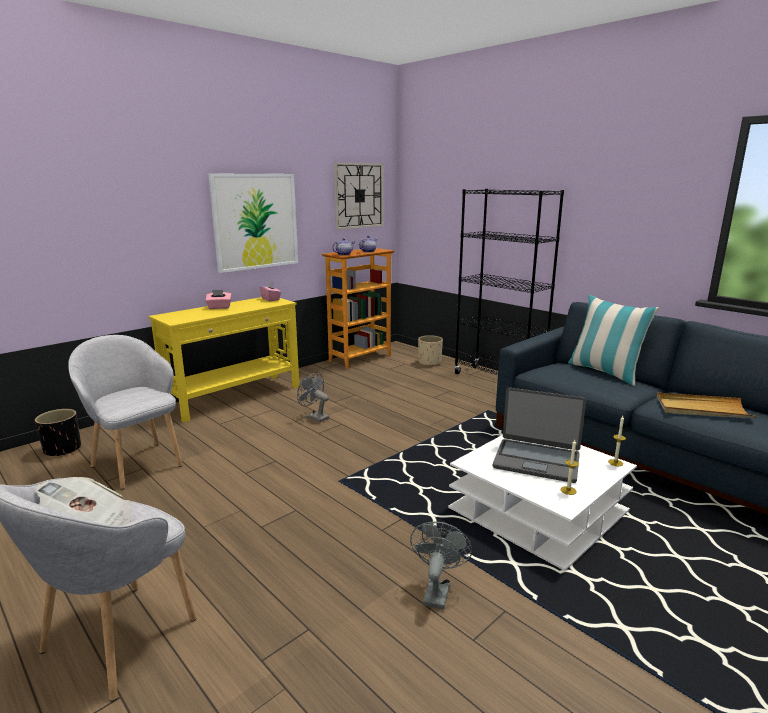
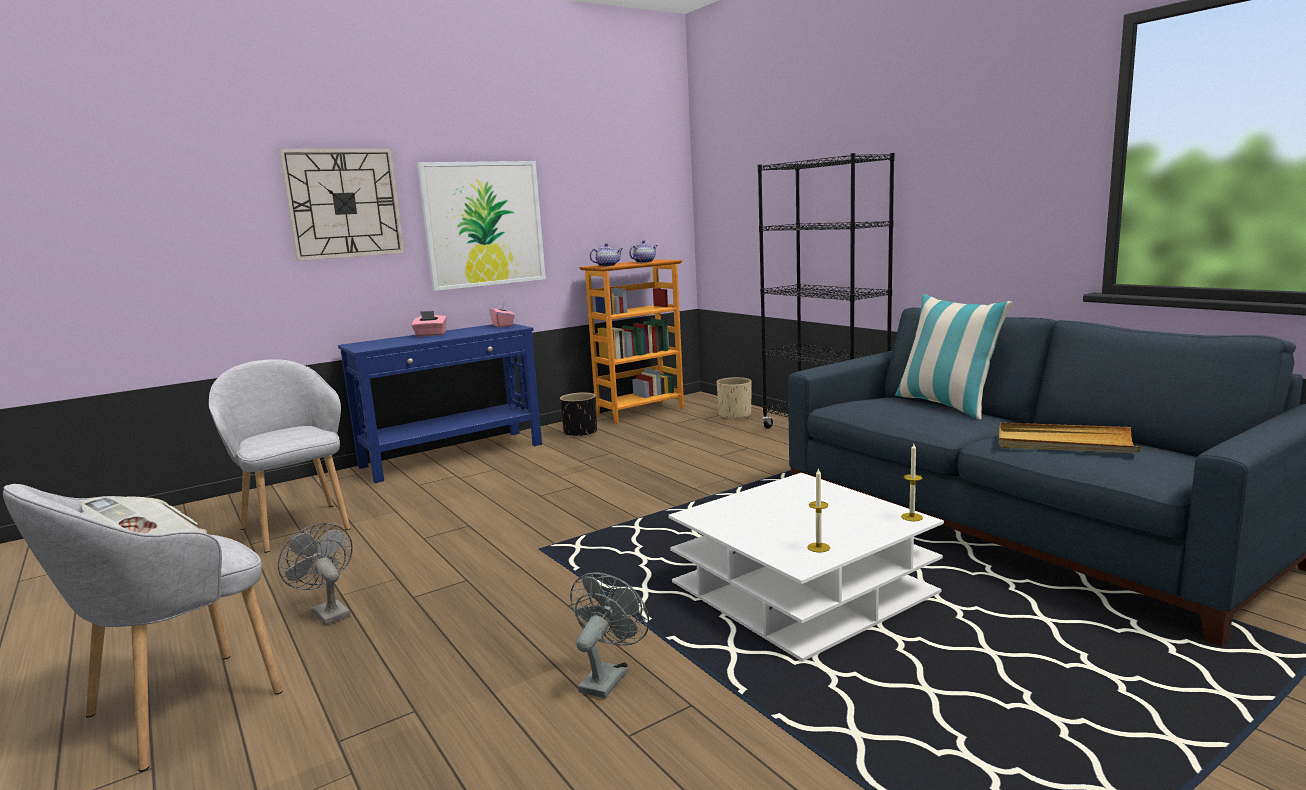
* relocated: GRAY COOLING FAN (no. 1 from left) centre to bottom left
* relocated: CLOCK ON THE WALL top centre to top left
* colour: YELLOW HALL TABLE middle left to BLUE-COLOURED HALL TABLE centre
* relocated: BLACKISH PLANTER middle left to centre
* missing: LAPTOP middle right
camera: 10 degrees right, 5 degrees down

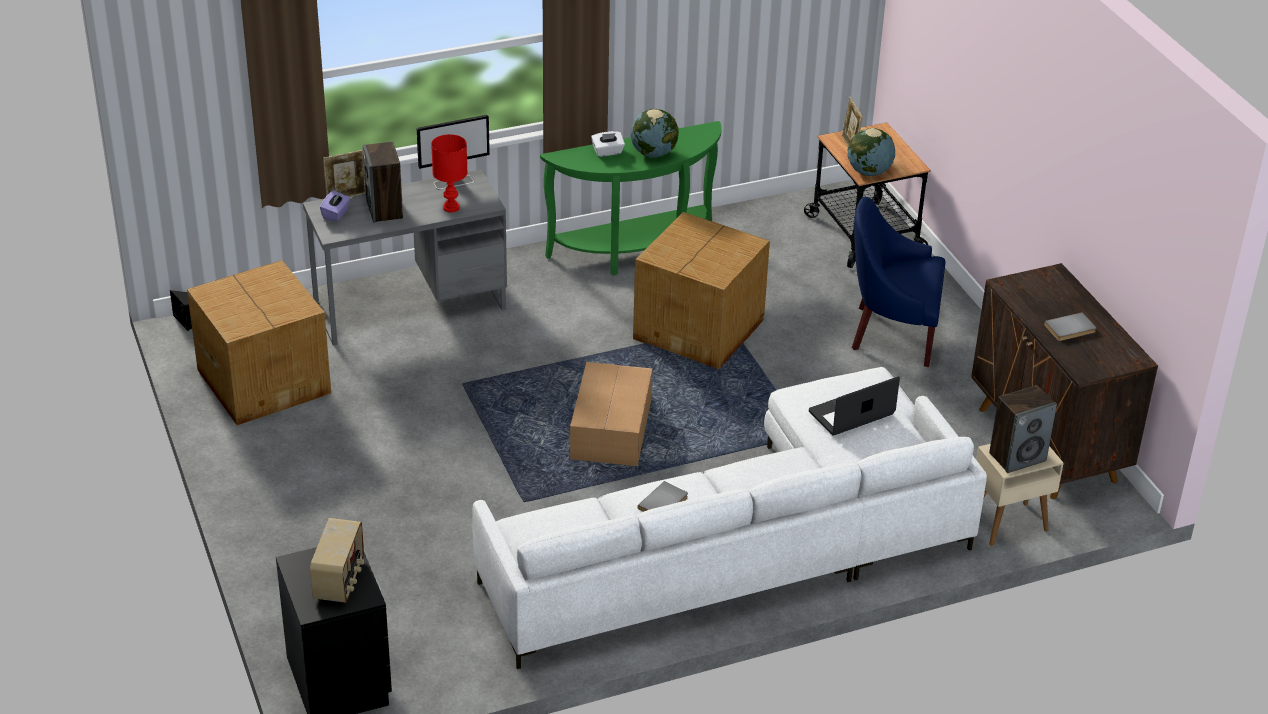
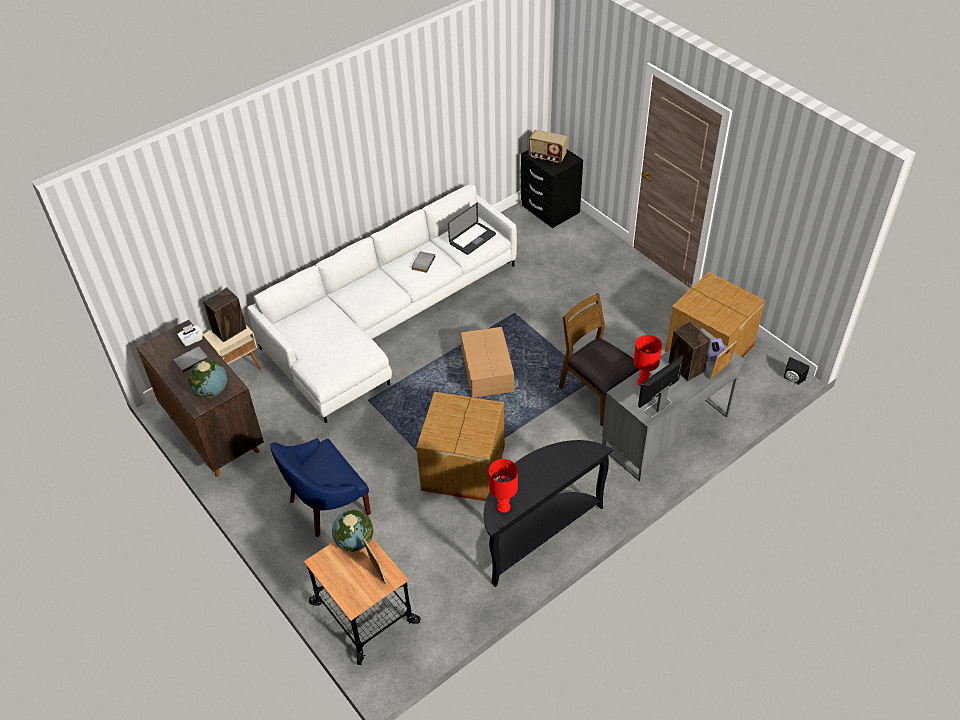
* relocated: WHITISH TISSUE HOLDER top centre to middle left
* relocated: DESK GLOBE (no. 1 from left) top centre to middle left
* spun: BLUE-COLOURED ARMCHAIR middle right = bottom centre 150 degrees clockwise
* relocated: LAPTOP middle right to top centre
* colour: GREENISH HALL TABLE top centre to BLACKISH HALL TABLE bottom centre
* appeared: RED LAMP FOR A TABLE (no. 1 from left) bottom centre
* spun: RADIO bottom left = top centre 60 degrees counterclockwise
* appeared: BROWN UPRIGHT CHAIR centre
camera: 165 degrees right, 10 degrees up

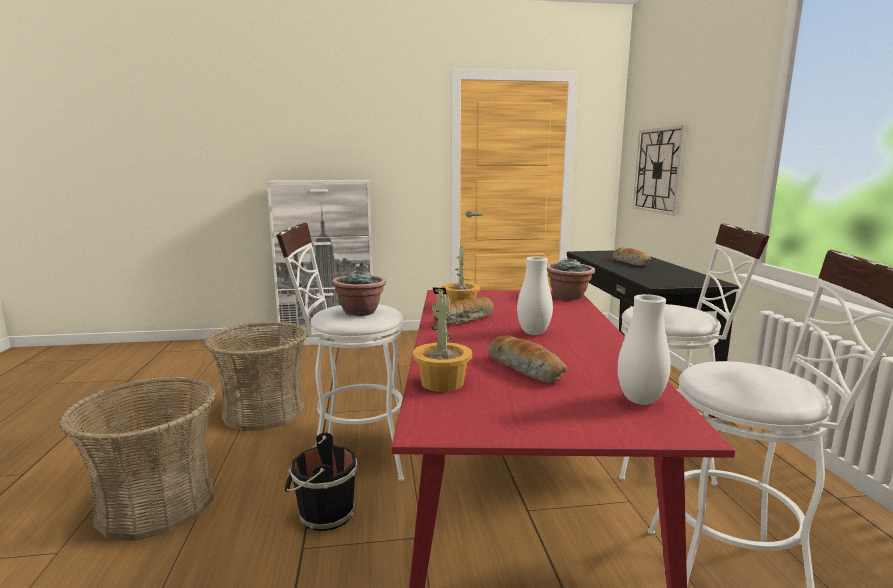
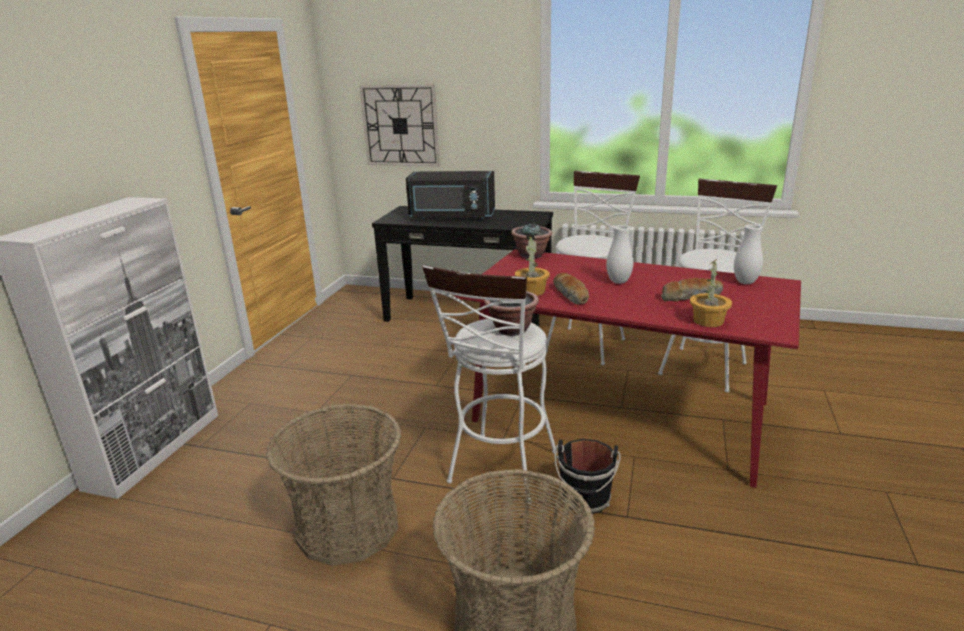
* exchanged: BAKERY BREAD (no. 3 from left) middle right to BLACKISH KITCHEN MICROWAVE top centre
camera: 65 degrees left, 10 degrees up

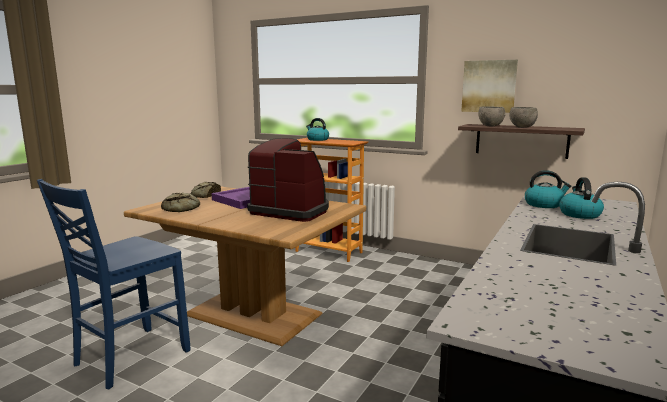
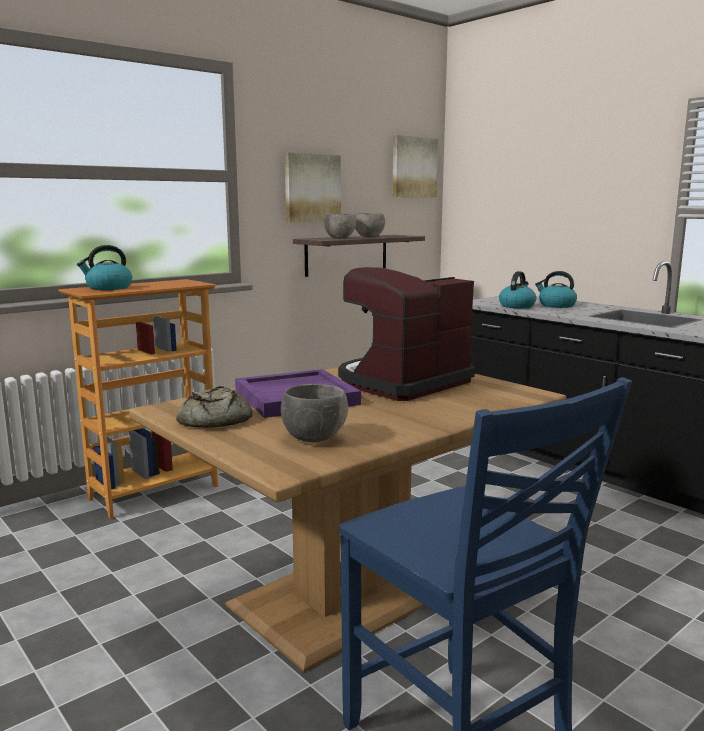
* exchanged: BAKERY BREAD (no. 1 from left) middle left to GRAY BOWL (no. 1 from left) centre
* appeared: WALL ART (no. 2 from left) top centre
camera: 70 degrees left, 0 degrees up

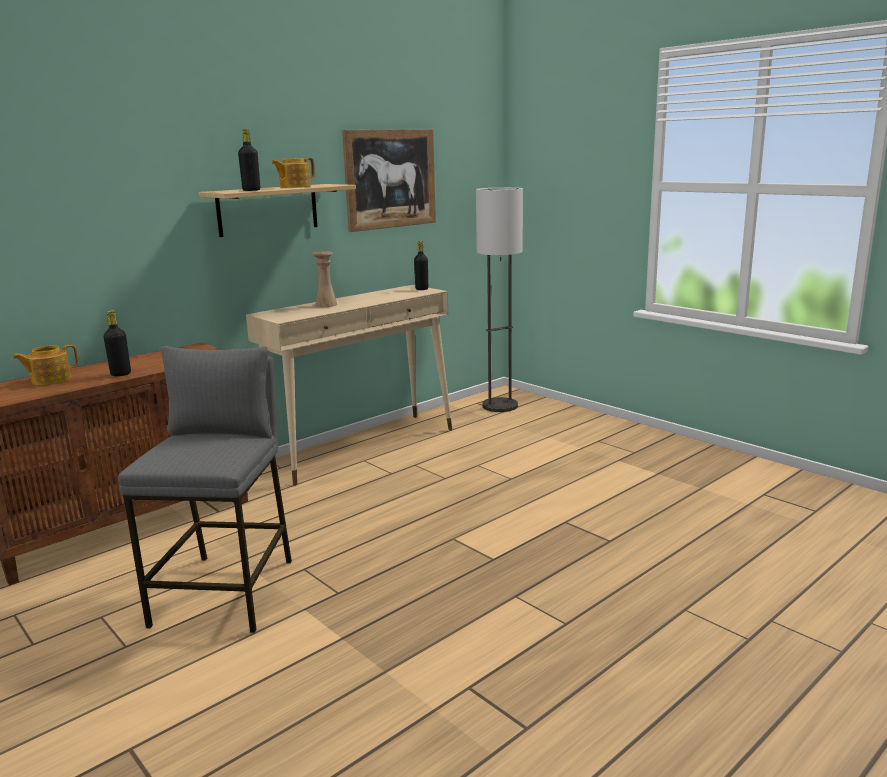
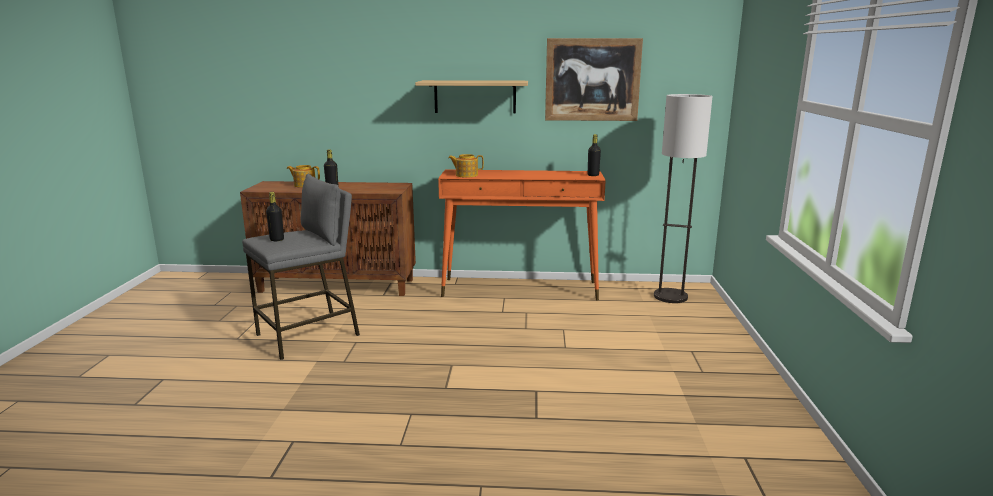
* relocated: BLACKISH BOTTLE (no. 2 from left in the first image) top left to BLACKISH BOTTLE (no. 1 from left) middle left
* colour: SAND-COLOURED HALL TABLE centre to ORANGEY HALL TABLE centre
* relocated: TEA POT (no. 2 from left) top left to centre
* missing: SAND-COLOURED VASE centre
camera: 45 degrees right, 0 degrees up

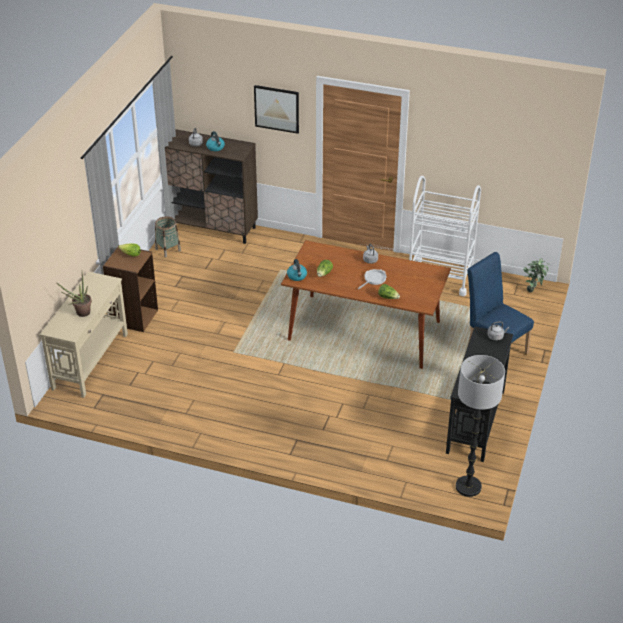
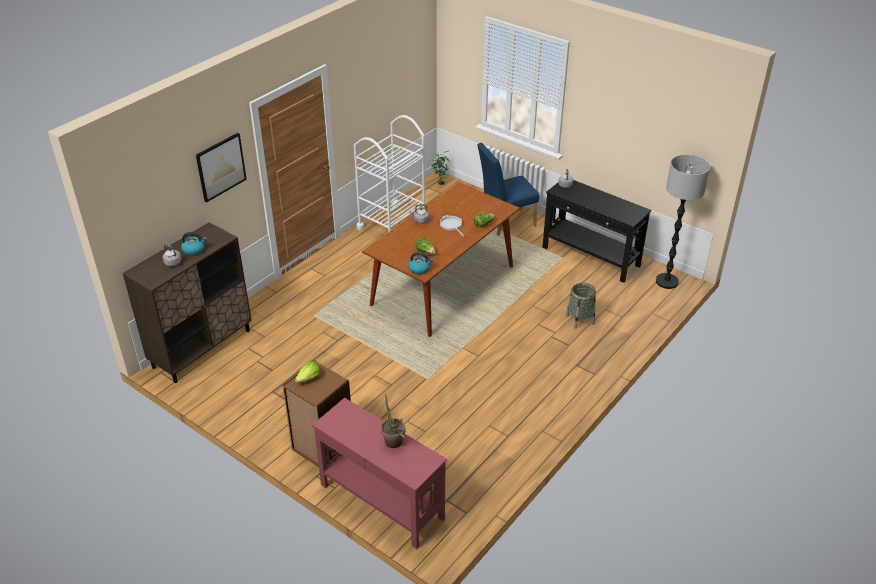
* colour: SAND-COLOURED HALL TABLE middle left to RED HALL TABLE bottom centre
* relocated: HOUSEHOLD BASKET middle left to centre
camera: 70 degrees left, 0 degrees up

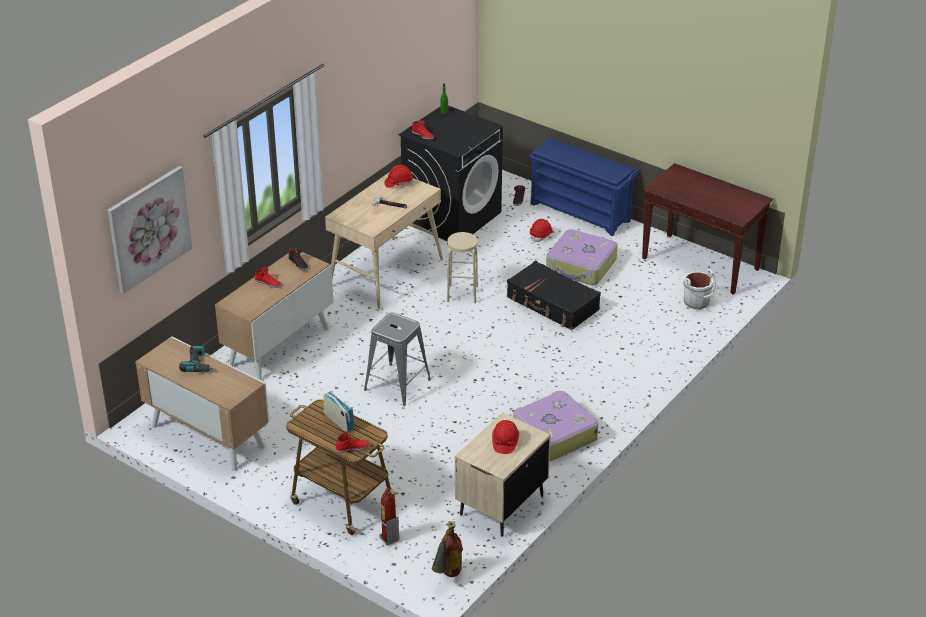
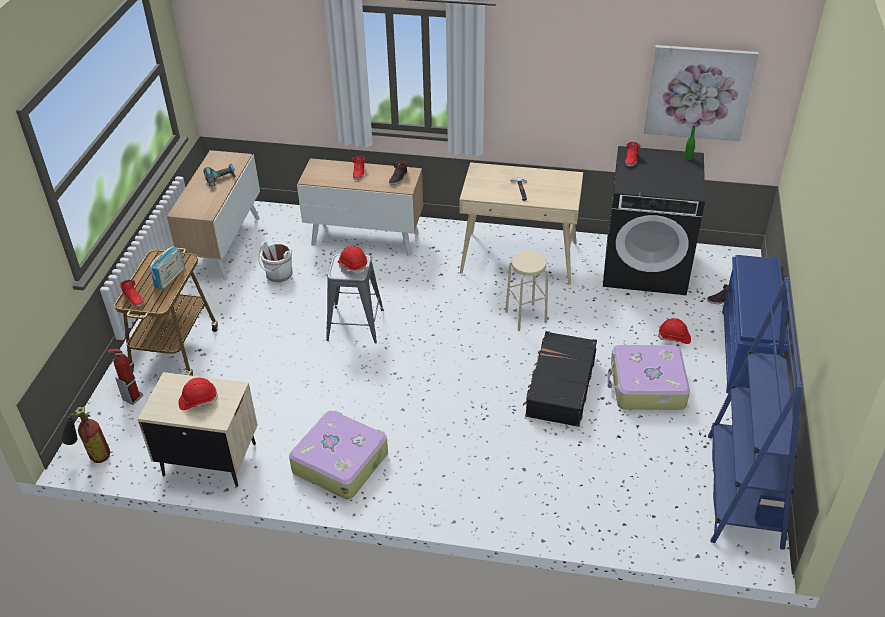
* relocated: WHITISH PAIL middle right to middle left
* relocated: RED WORK HELMET (no. 1 from left in the first image) top centre to RED WORK HELMET (no. 2 from left) centre
* relocated: WALL ART middle left to top right
* exchanged: BROWN HALL TABLE middle right to BLUE-COLOURED BOOKCASE bottom right
camera: 65 degrees right, 5 degrees up

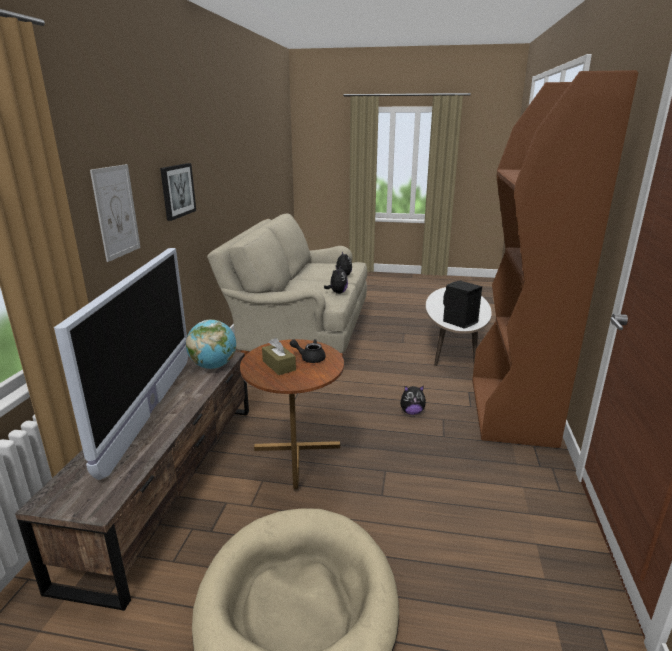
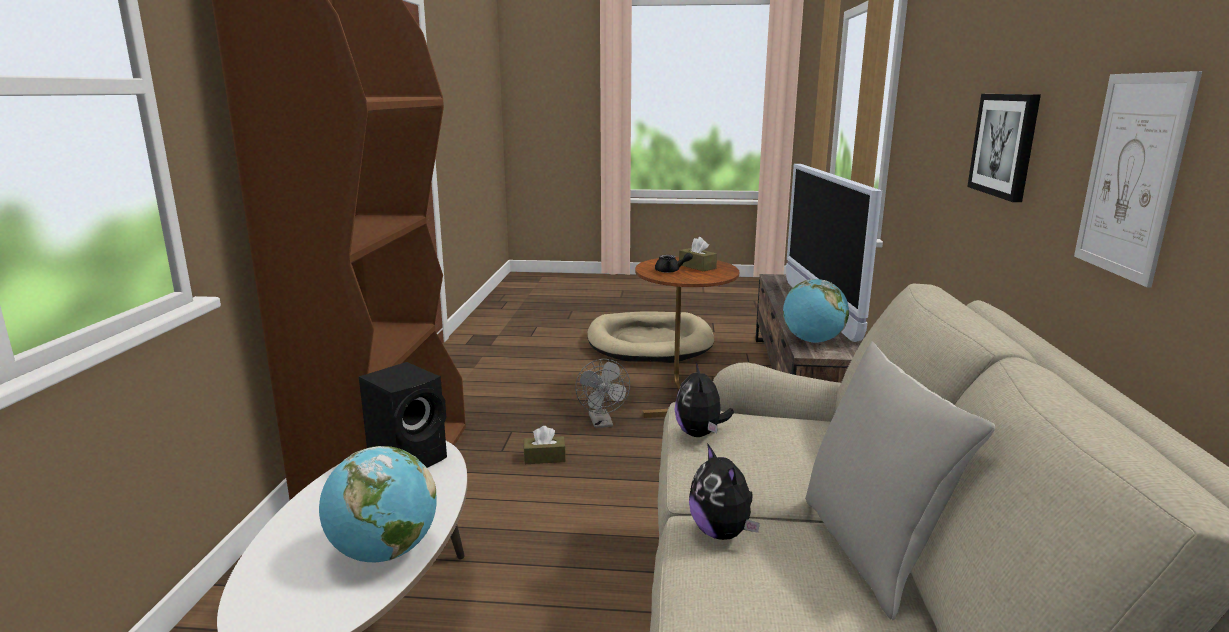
* appeared: DESK GLOBE (no. 1 from left) bottom left
* exchanged: CUDDLY TOY (no. 3 from left) centre to BROWN TISSUE HOLDER (no. 1 from left) bottom centre
* appeared: GRAY COOLING FAN centre
* appeared: GRAY CUSHION bottom right
* relocated: WALL ART (no. 1 from left in the first image) top left to WALL ART (no. 2 from left) top right
camera: 175 degrees right, 5 degrees down

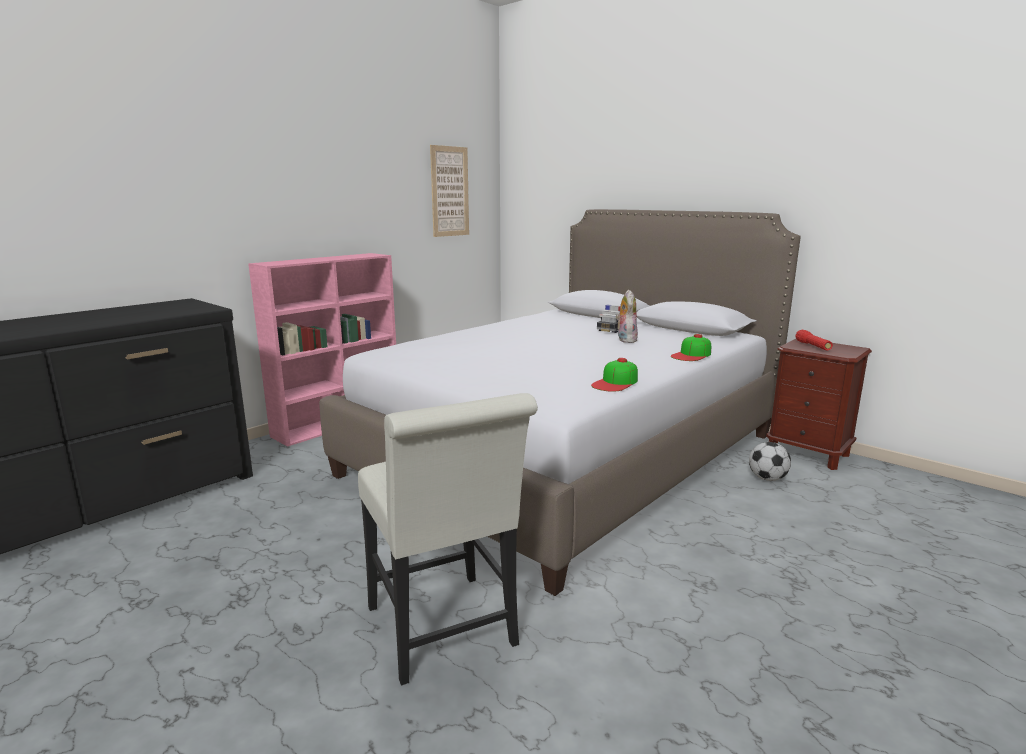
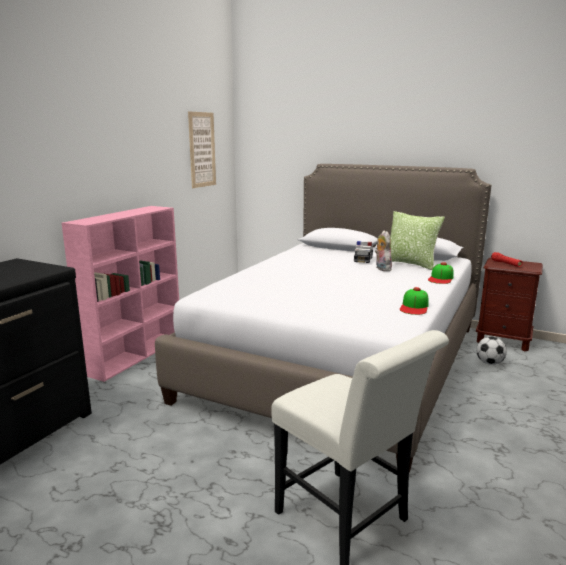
* appeared: CUSHION middle right
camera: 15 degrees left, 0 degrees up

